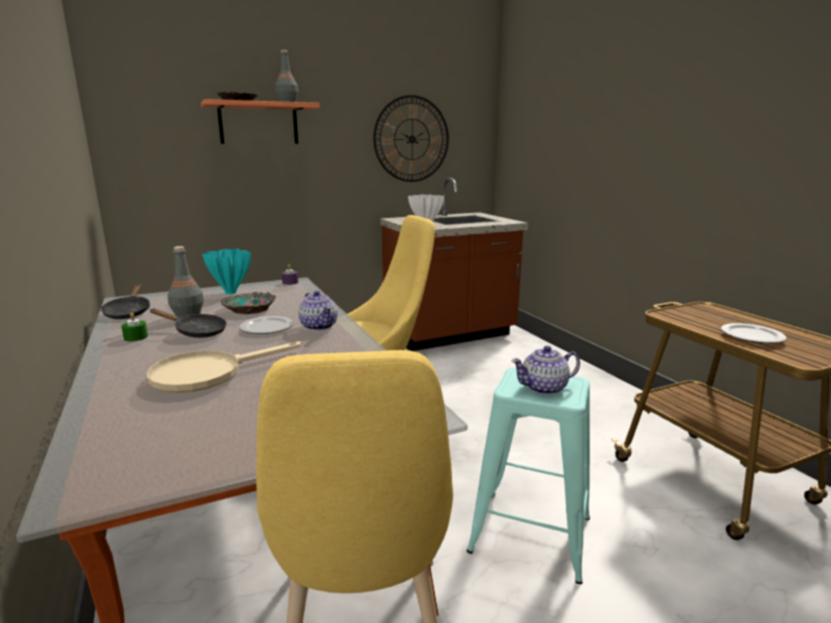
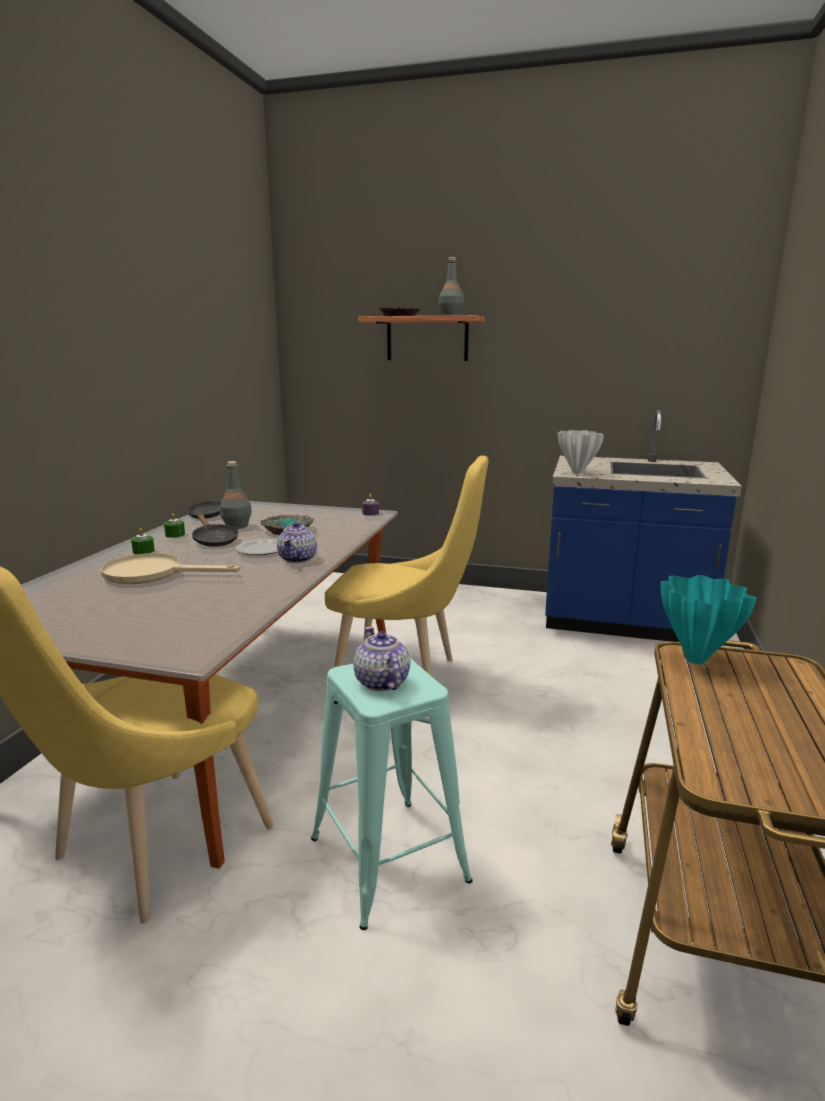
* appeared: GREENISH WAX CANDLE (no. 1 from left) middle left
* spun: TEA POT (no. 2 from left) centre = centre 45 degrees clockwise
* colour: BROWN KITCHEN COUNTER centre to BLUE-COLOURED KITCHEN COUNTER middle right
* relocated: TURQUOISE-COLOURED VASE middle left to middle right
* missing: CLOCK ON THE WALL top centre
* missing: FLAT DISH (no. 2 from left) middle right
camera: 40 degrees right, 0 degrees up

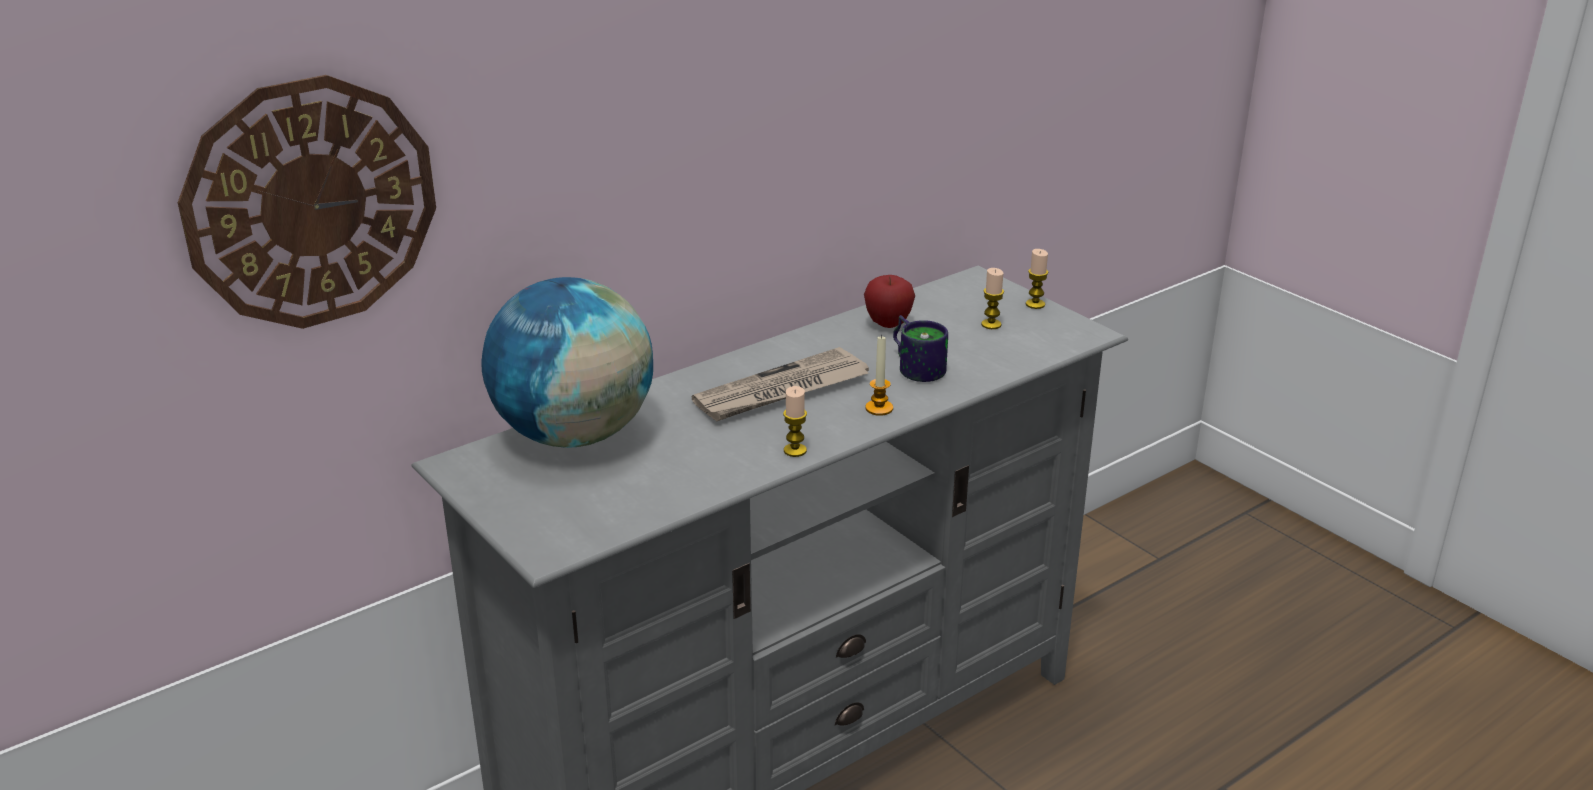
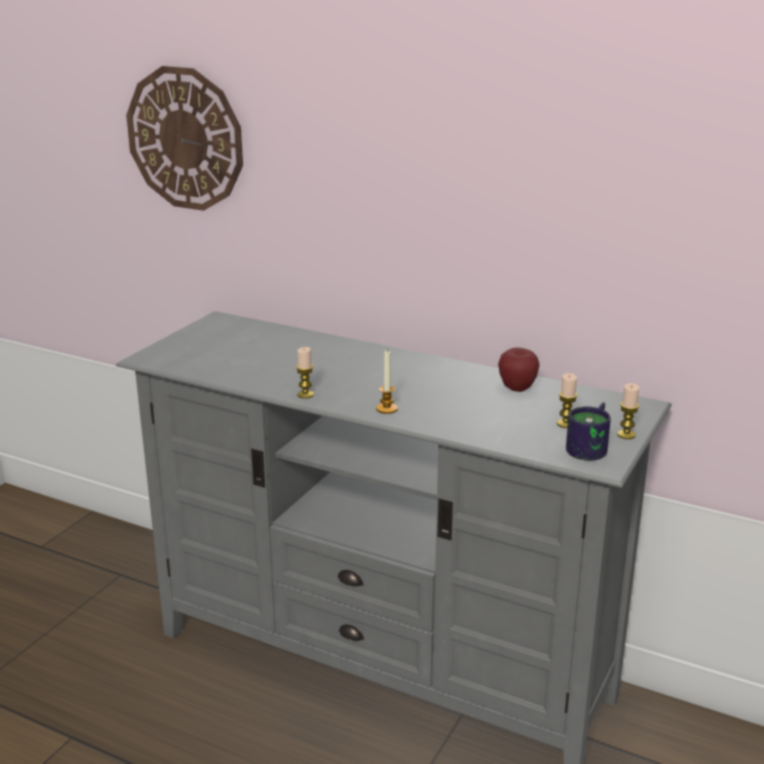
* relocated: COFFEE MUG centre to middle right
* missing: DESK GLOBE centre
* missing: NEWSPAPER centre
camera: 65 degrees right, 5 degrees down

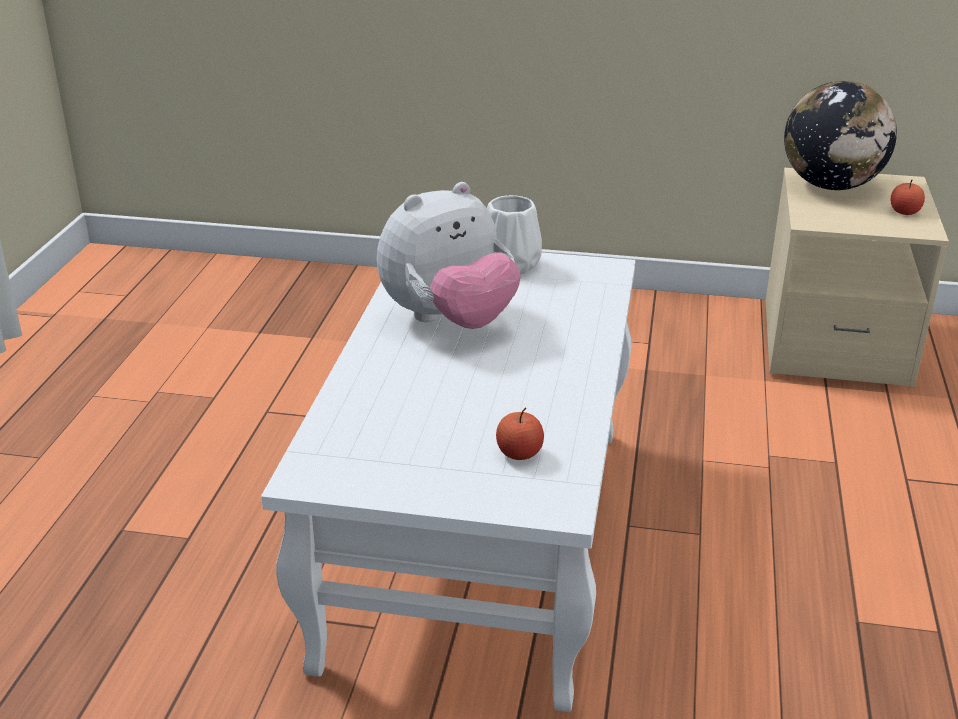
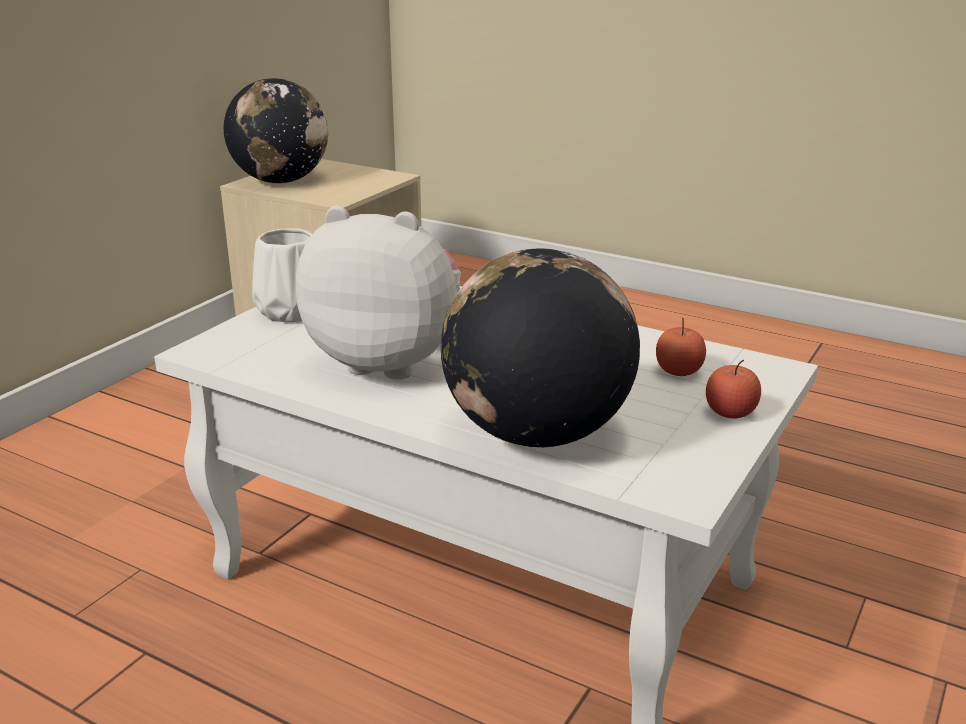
* spun: CUDDLY TOY centre = centre 60 degrees counterclockwise
* appeared: DESK GLOBE (no. 2 from left) centre
* relocated: WHOLE APPLE (no. 2 from left) top right to middle right
camera: 70 degrees left, 5 degrees down

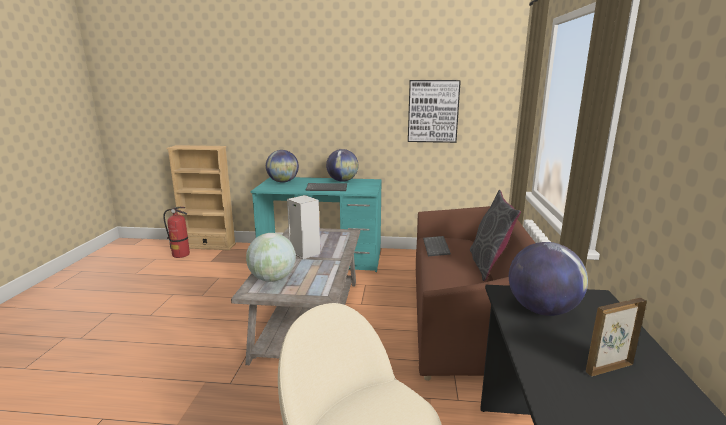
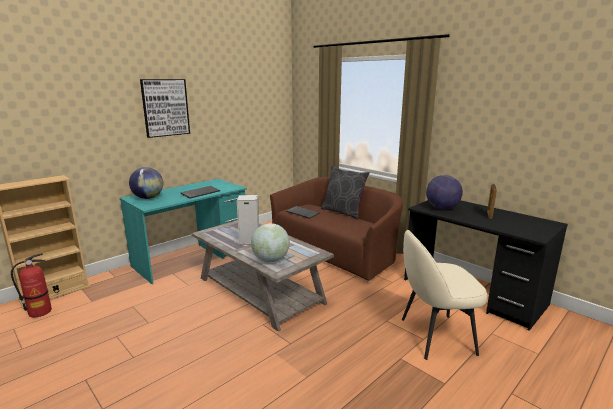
* relocated: WALL ART top centre to top left
* missing: DESK GLOBE (no. 3 from left) centre
camera: 50 degrees left, 0 degrees up

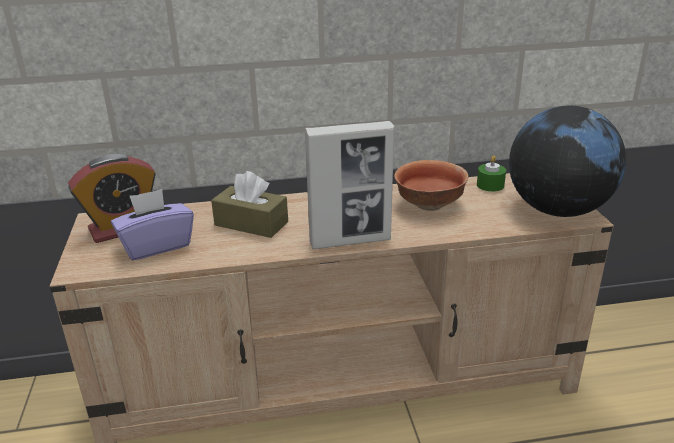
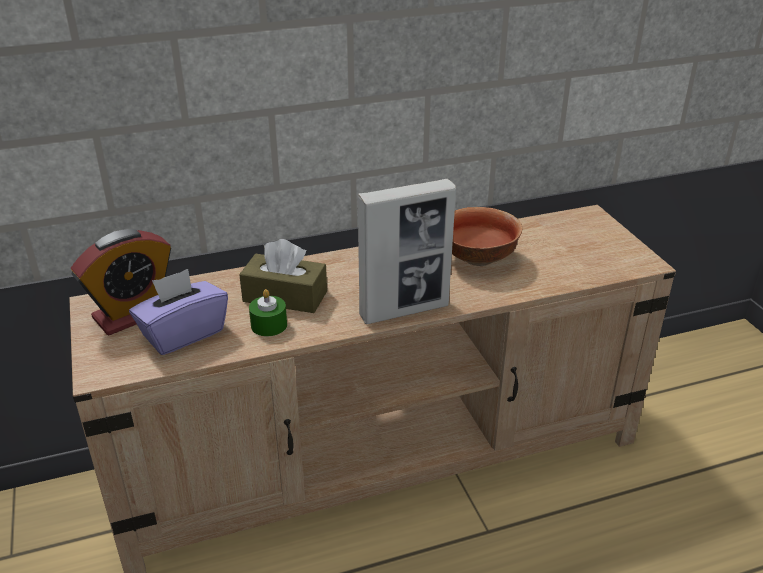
* relocated: GREENISH WAX CANDLE middle right to centre
* missing: DESK GLOBE middle right
camera: 10 degrees left, 5 degrees up

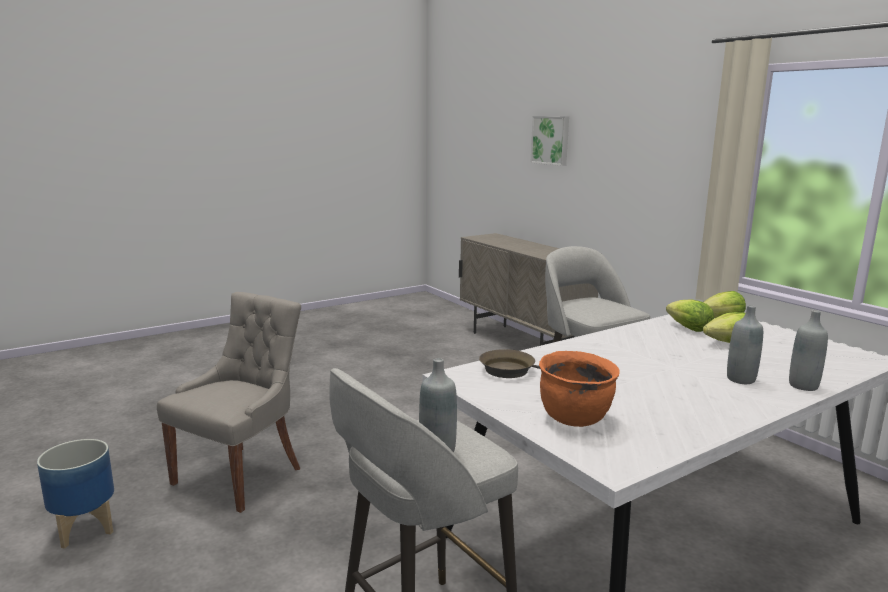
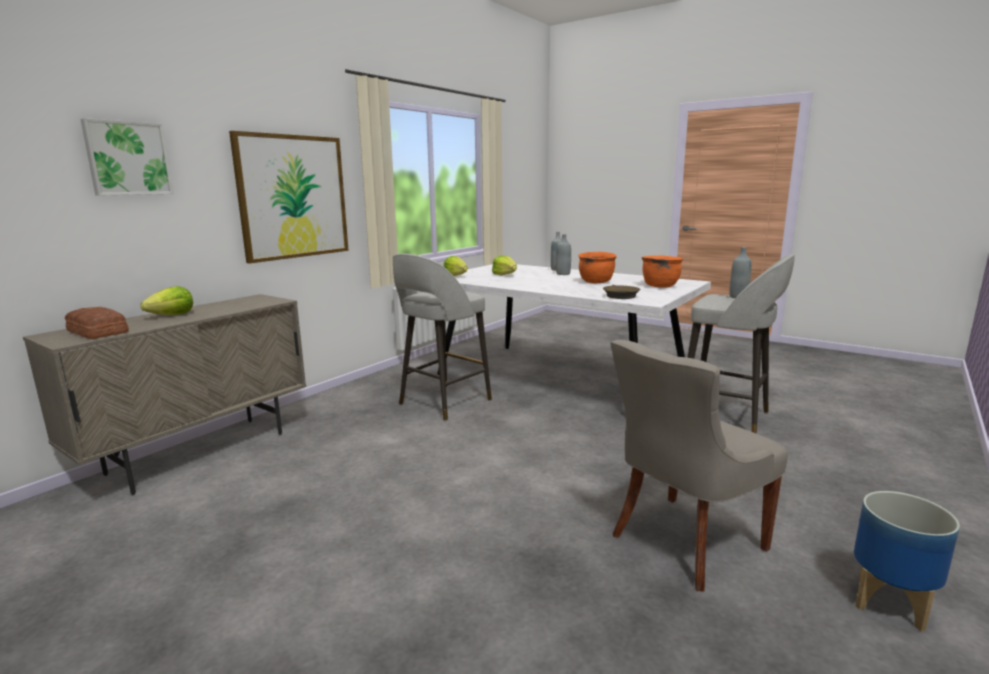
* appeared: BAKERY BREAD middle left
* relocated: LETTUCE (no. 1 from left) middle right to middle left
* appeared: WALL ART (no. 2 from left) top left
* appeared: ORANGEY STOCKPOT (no. 1 from left) centre
* spun: GRAY UPRIGHT CHAIR bottom left = bottom right 45 degrees counterclockwise
camera: 110 degrees left, 0 degrees up

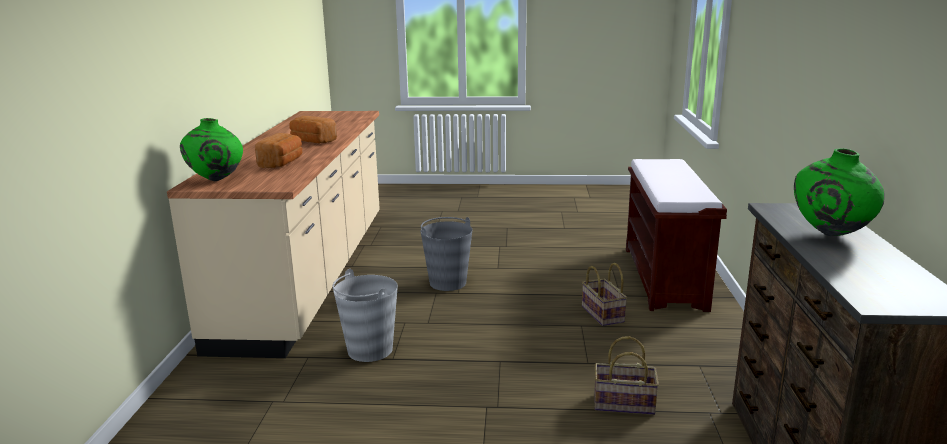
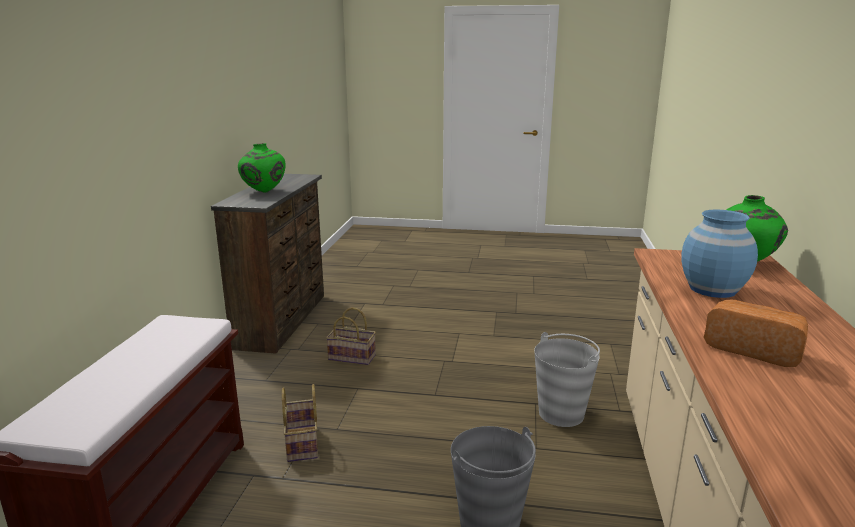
* exchanged: BAKERY BREAD (no. 1 from left) middle left to BLUE-COLOURED VASE middle right
camera: 175 degrees left, 0 degrees up

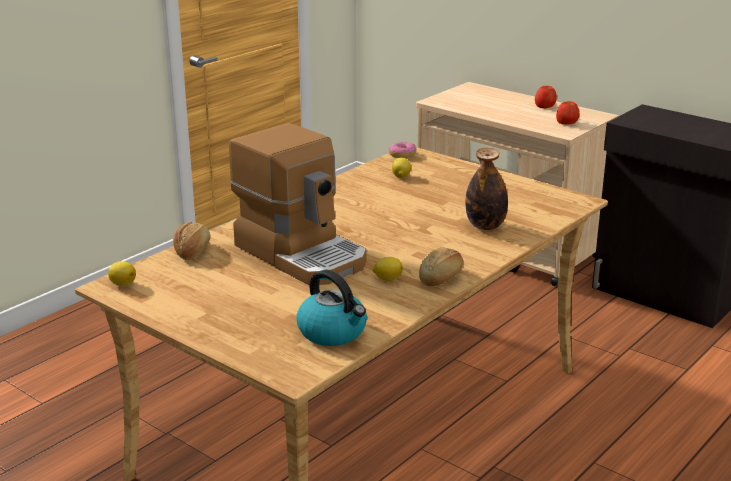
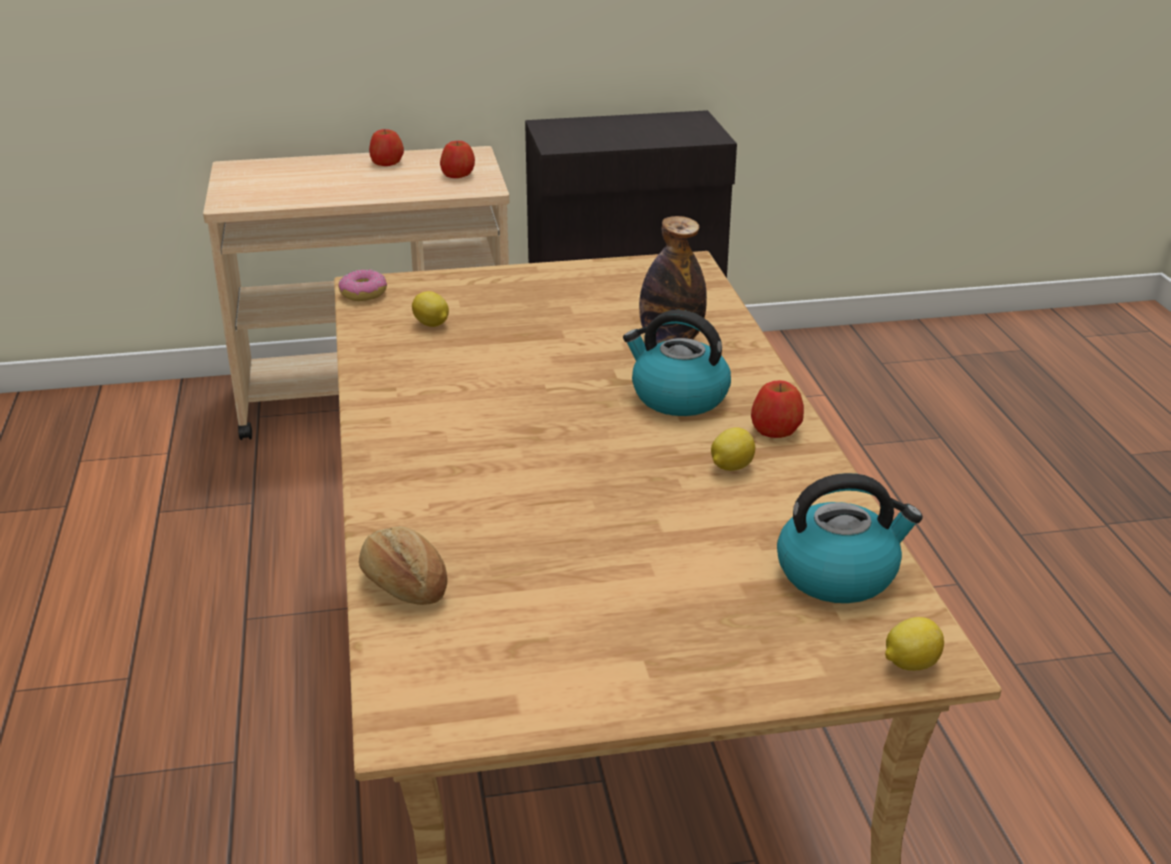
* appeared: WATER KETTLE (no. 1 from left) centre
* exchanged: BAKERY BREAD (no. 2 from left) centre to WHOLE APPLE (no. 3 from left) centre
* relocated: LEMON (no. 1 from left in the first image) middle left to LEMON (no. 3 from left) bottom right
* missing: COFFEE MAKER centre
camera: 50 degrees left, 5 degrees up

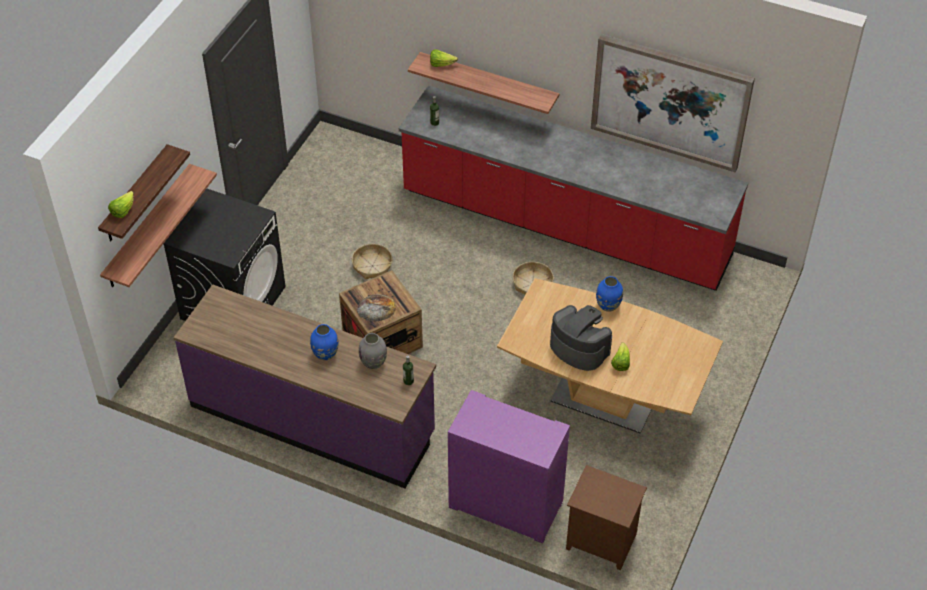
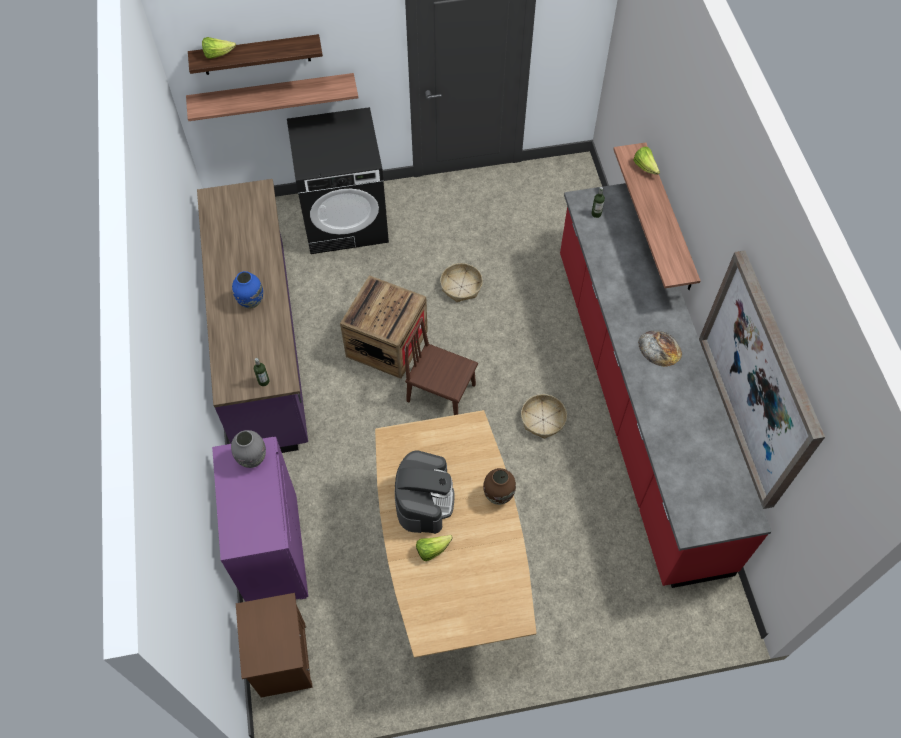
* relocated: GRAY VASE centre to middle left
* appeared: BROWN UPRIGHT CHAIR centre
* colour: BLUE-COLOURED VASE (no. 2 from left) centre to BROWN VASE centre
* relocated: BAKERY BREAD centre to middle right
camera: 55 degrees right, 10 degrees up

